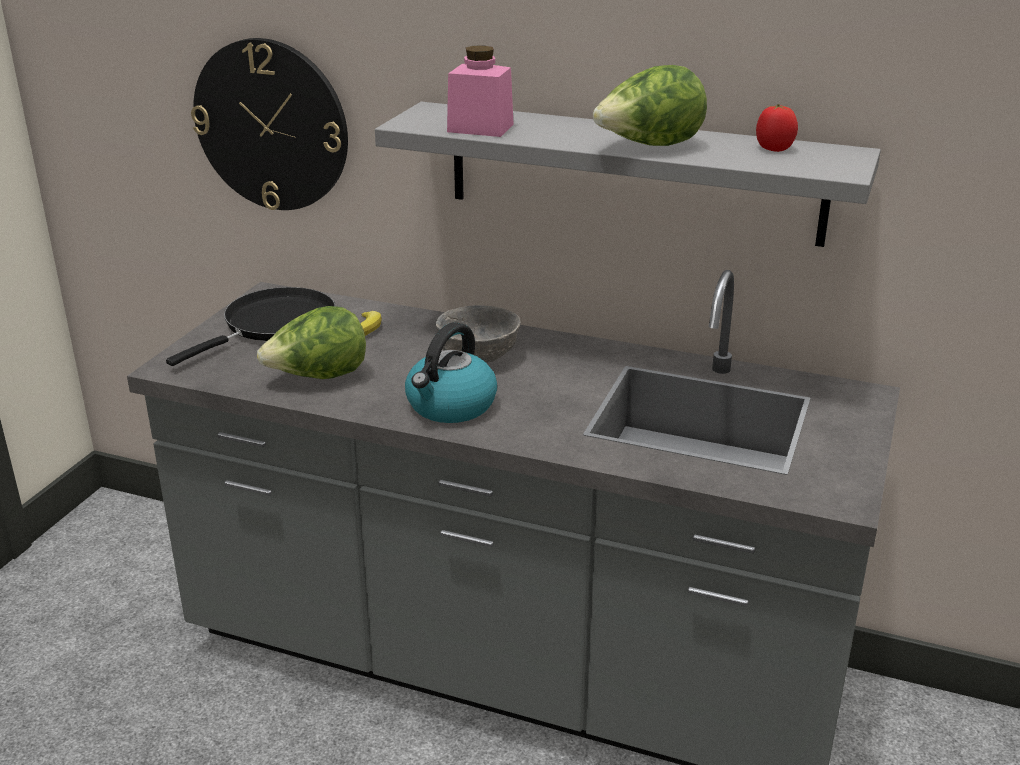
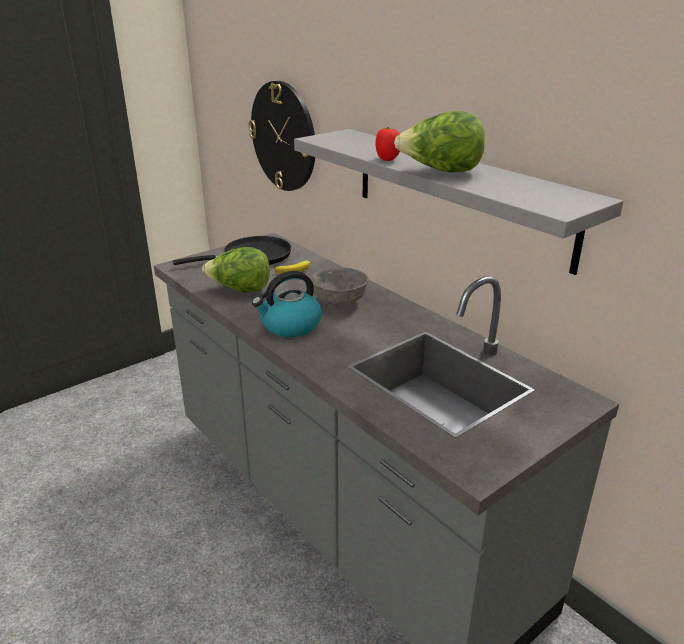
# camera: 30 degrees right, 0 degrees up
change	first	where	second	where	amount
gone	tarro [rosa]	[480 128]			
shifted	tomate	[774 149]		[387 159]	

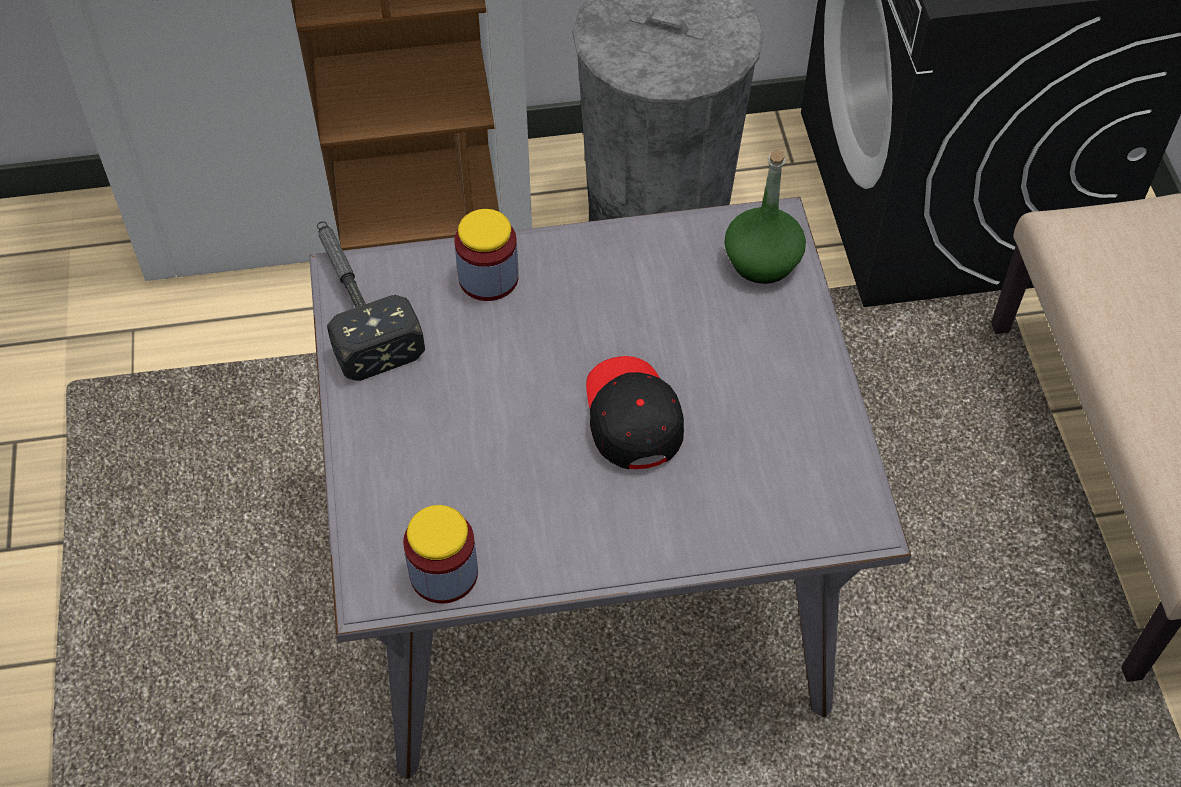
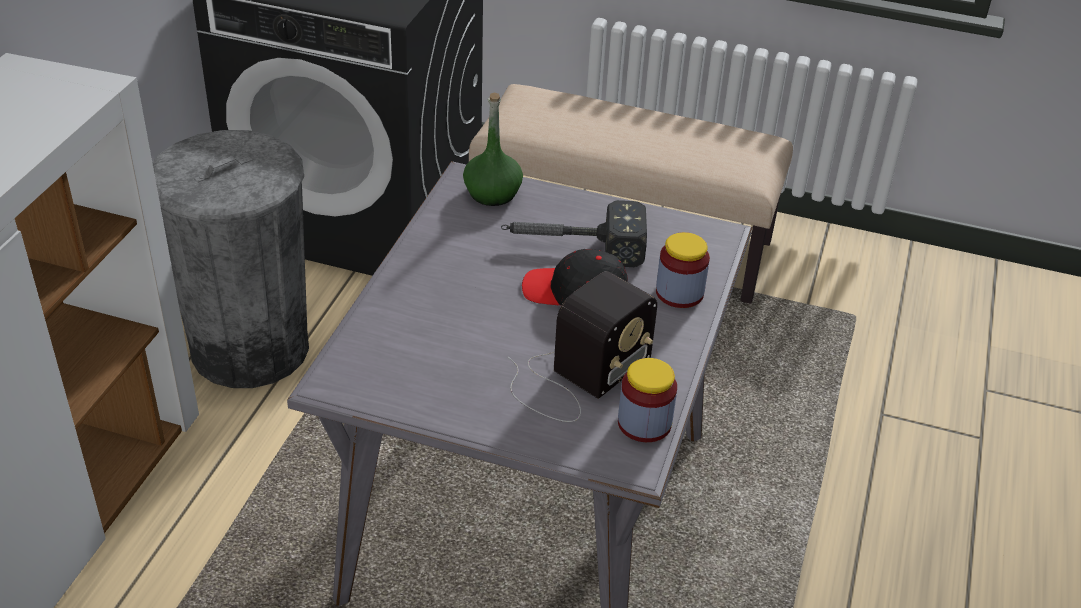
# camera: 65 degrees left, 15 degrees down
change	first	where	second	where	amount
new			radio	[576 376]	
shifted	martillo	[355 303]		[572 246]	
shifted	tarro	[488 278]		[679 293]	

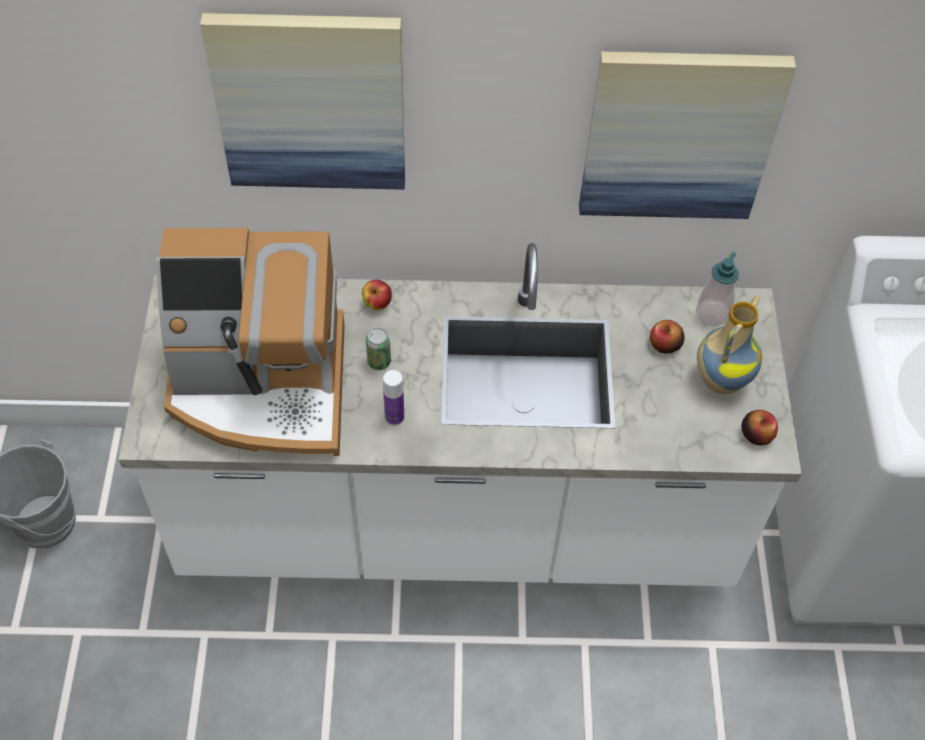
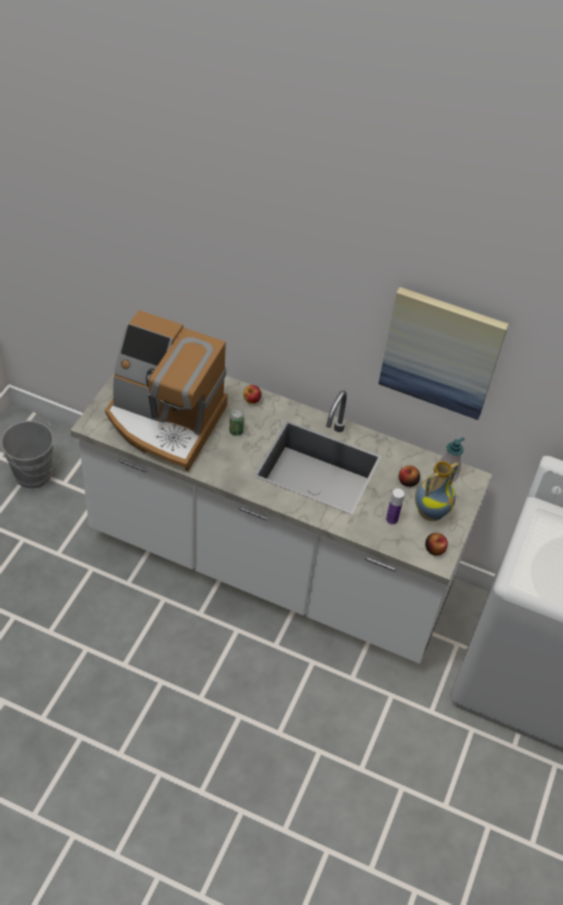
# camera: 20 degrees right, 5 degrees down
change	first	where	second	where	amount
gone	cuadro	[311 101]			
shifted	botella	[394 417]		[391 519]	

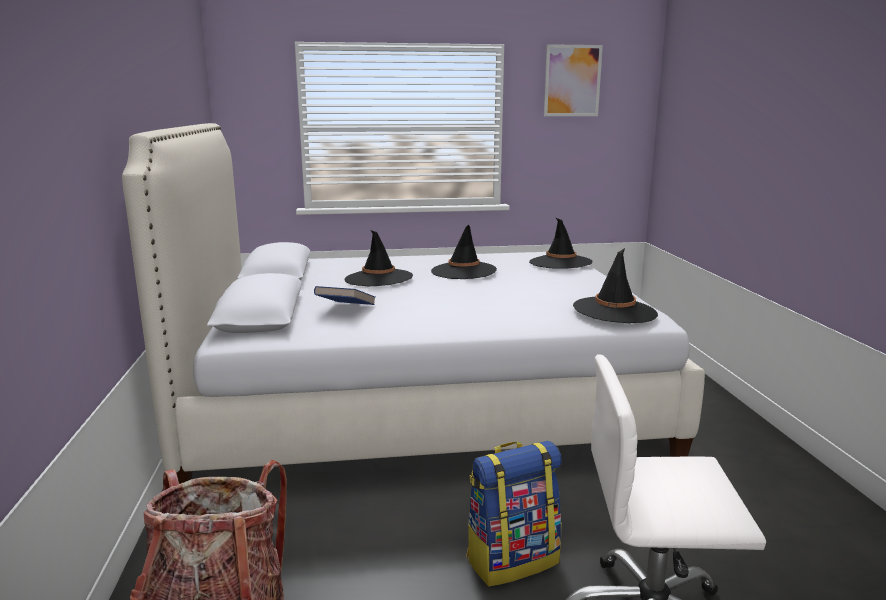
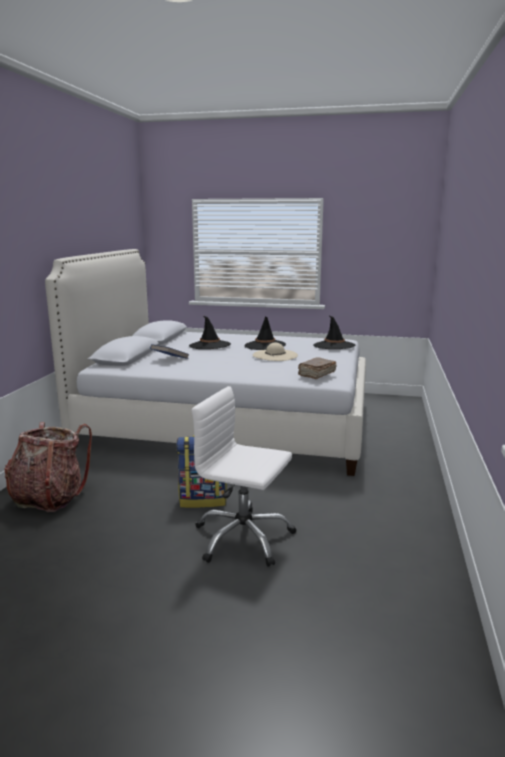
# camera: 20 degrees right, 0 degrees up
change	first	where	second	where	amount
gone	cuadro	[572 81]			
new			sombrero [beis]	[275 355]	
swapped	sombrero [negro]	[614 311]	libro [marrón]	[316 374]	

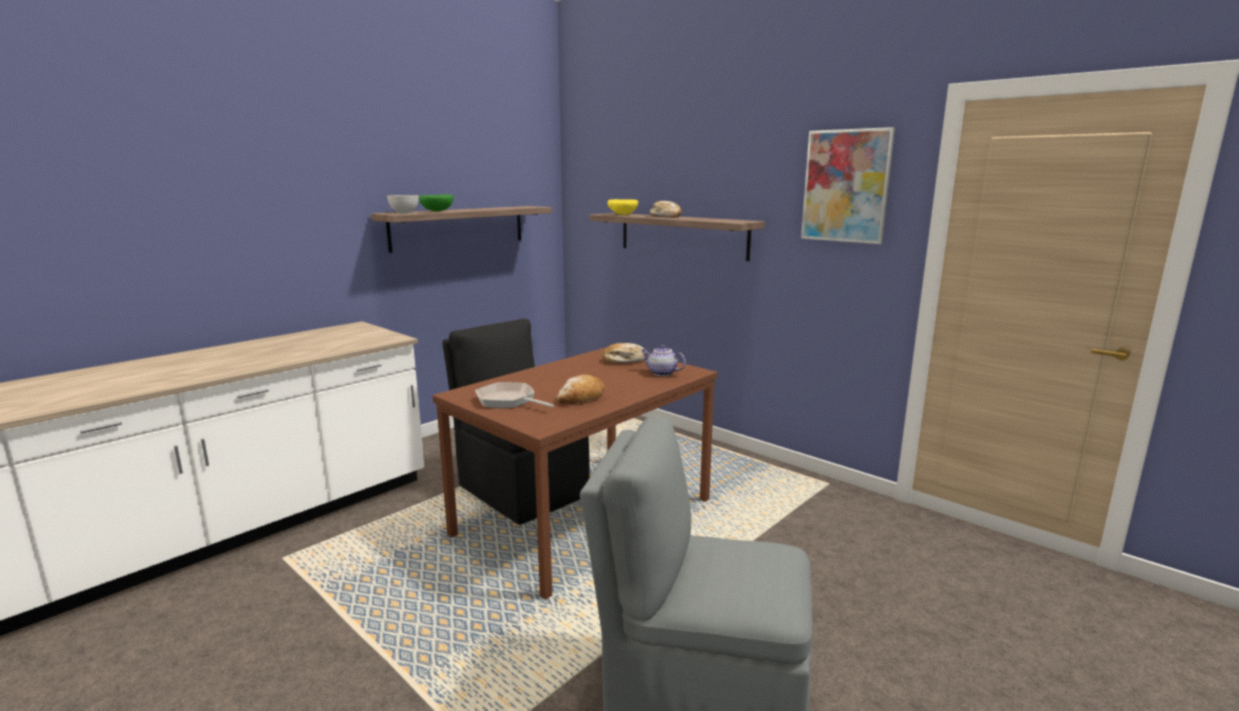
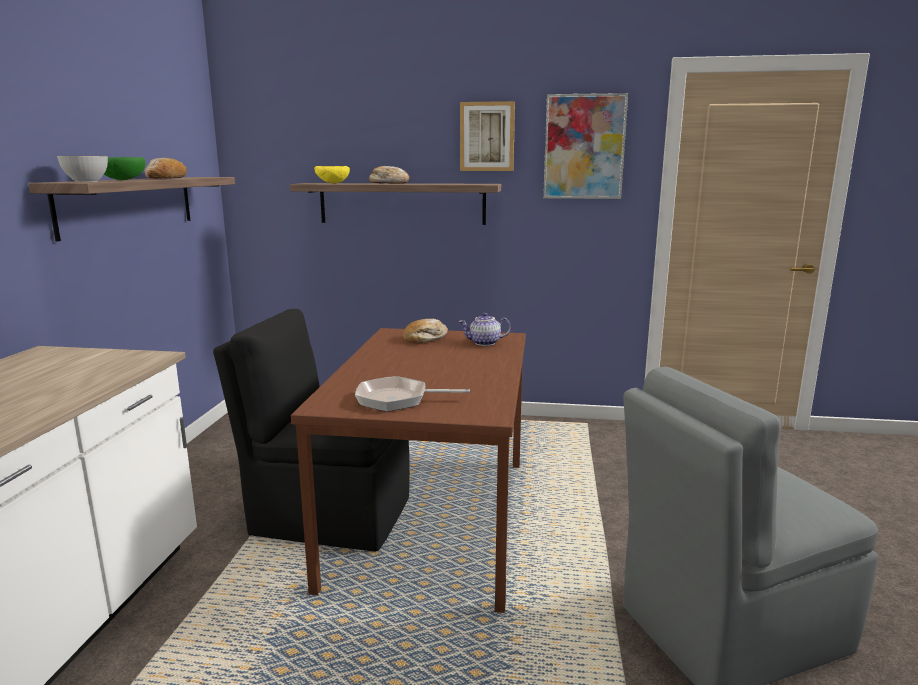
# camera: 35 degrees left, 0 degrees up
change	first	where	second	where	amount
new			cuadro	[487 137]	
shifted	pan	[581 398]		[166 178]	

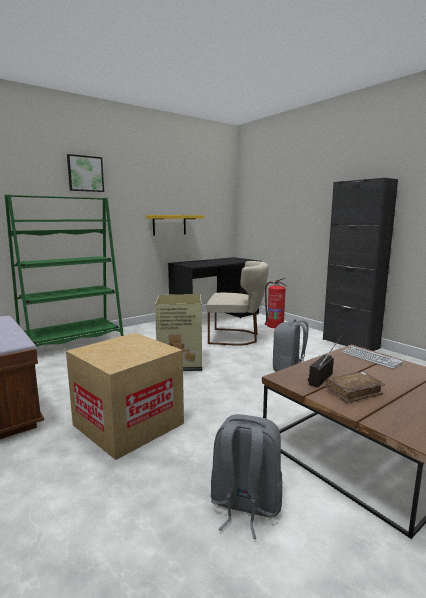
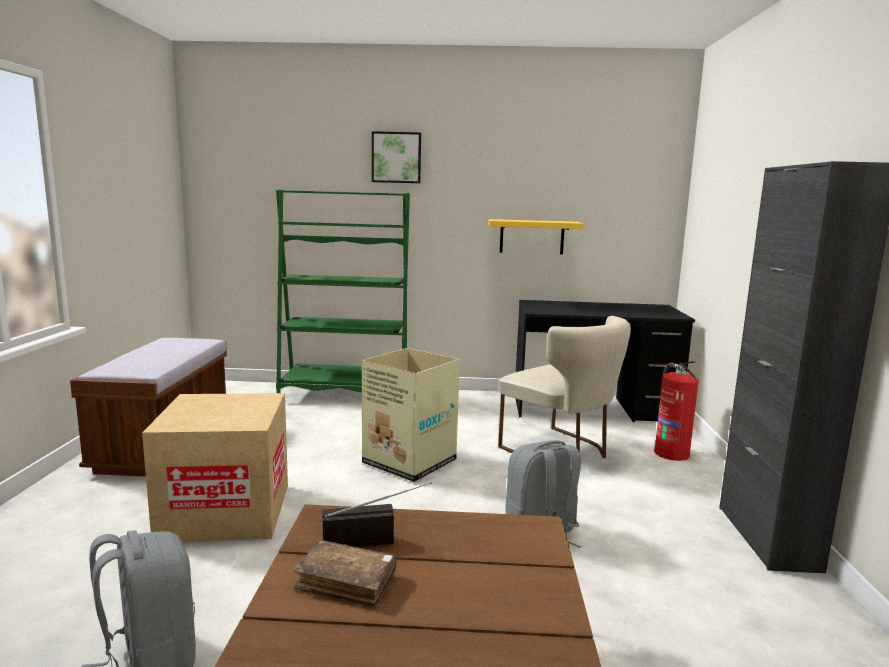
# camera: 40 degrees right, 0 degrees up
change	first	where	second	where	amount
gone	teclado	[370 358]			

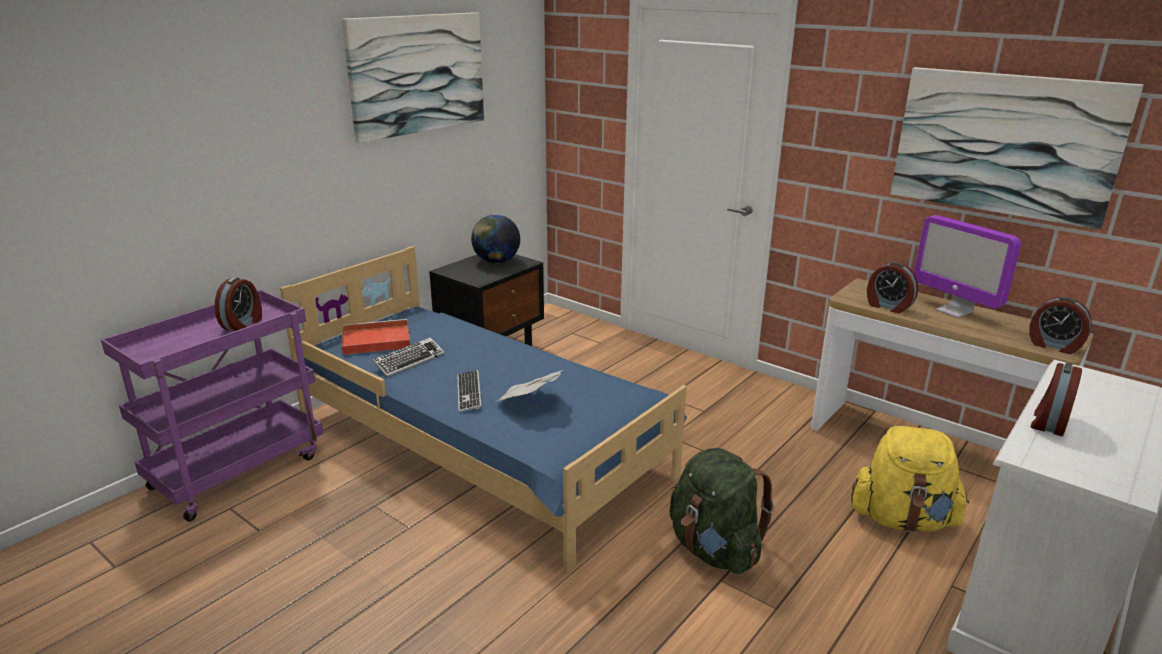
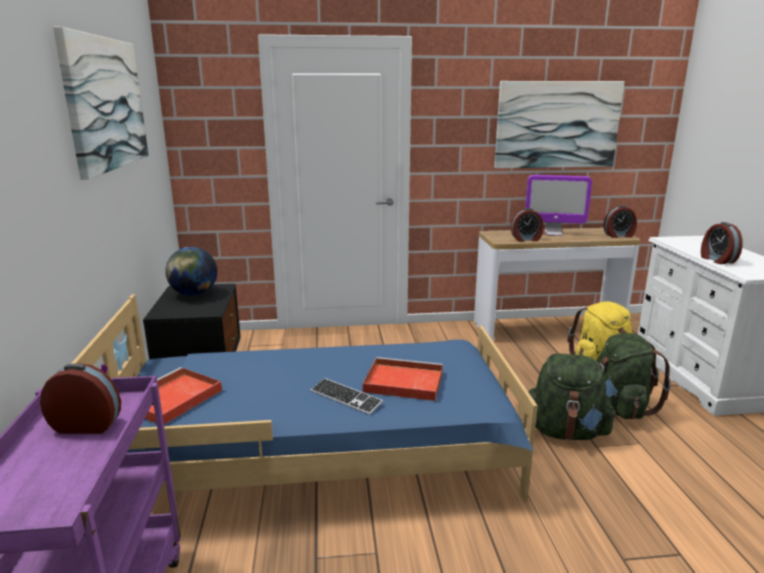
# camera: 45 degrees left, 5 degrees down
change	first	where	second	where	amount
gone	teclado	[409 361]			
new			mochila [verde]	[620 407]	
swapped	periódico	[529 401]	bandeja [rojo]	[402 382]	
rotated	despertador	[243 324]		[87 425]	60 degrees counterclockwise

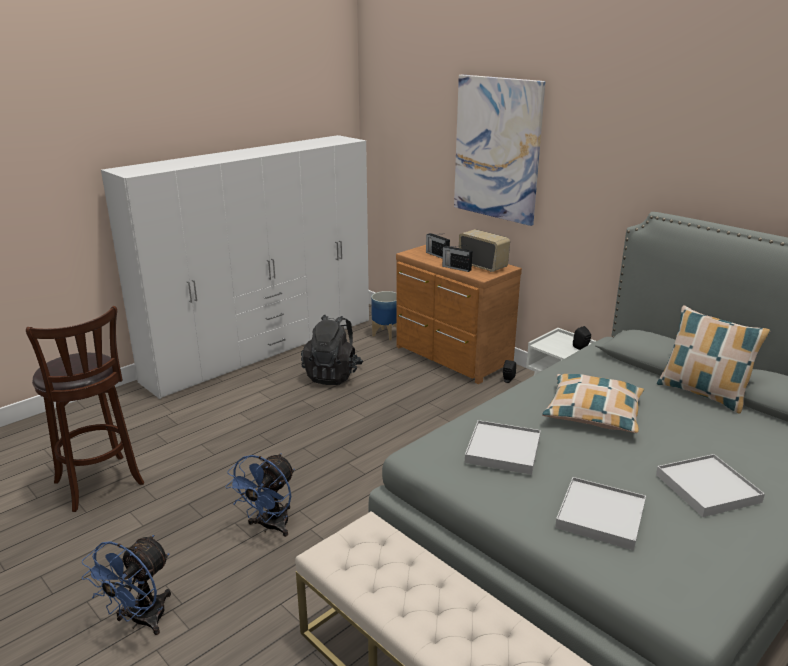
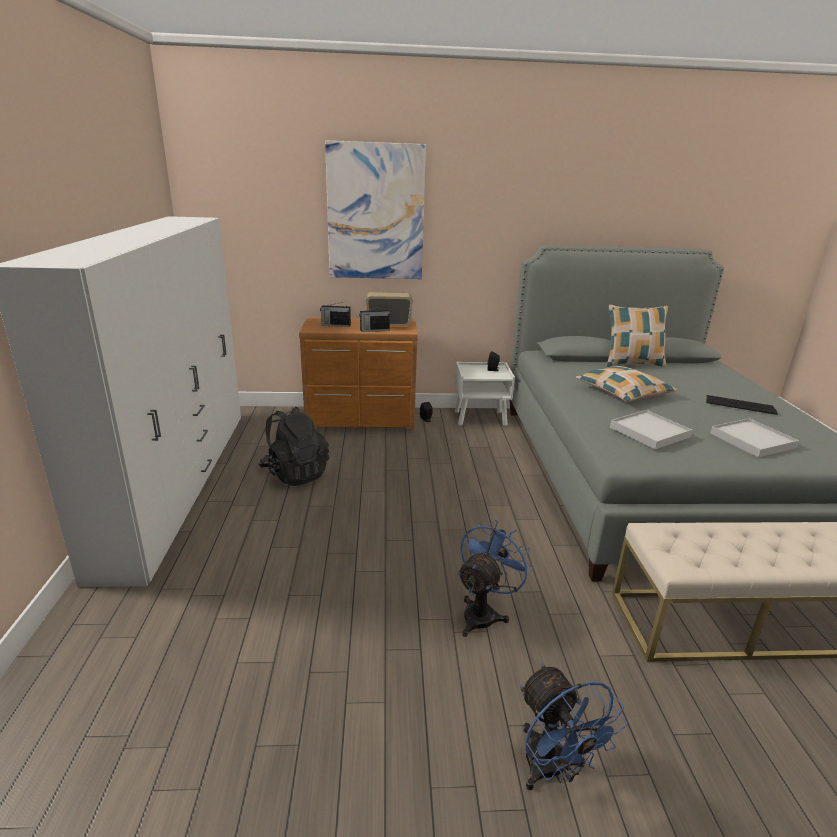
# camera: 50 degrees left, 0 degrees up
change	first	where	second	where	amount
gone	taburete [marrón]	[101 485]			
gone	maceta	[385 334]			
swapped	bandeja [blanco]	[707 488]	teclado	[739 405]	
rotated	ventilador [azul]	[269 527]		[484 613]	120 degrees counterclockwise

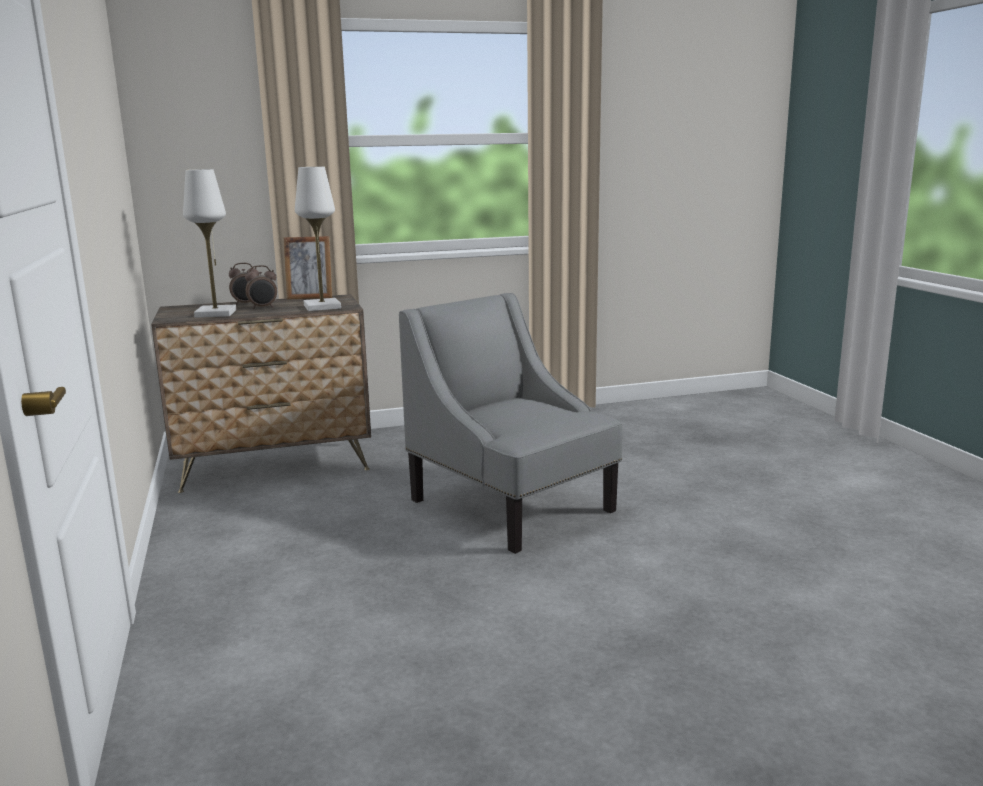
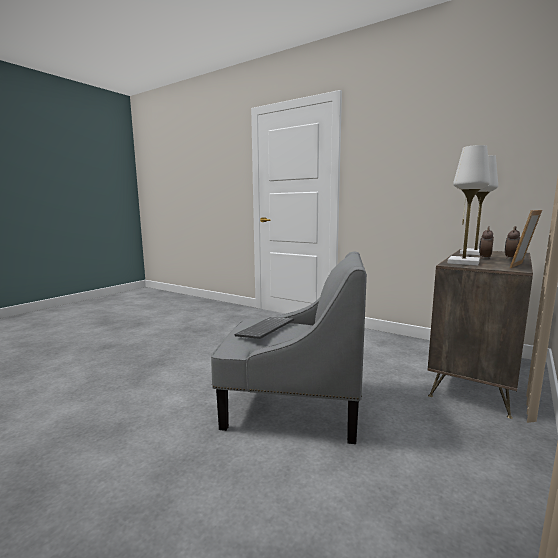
# camera: 140 degrees right, 5 degrees down
change	first	where	second	where	amount
new			teclado	[266 329]	

